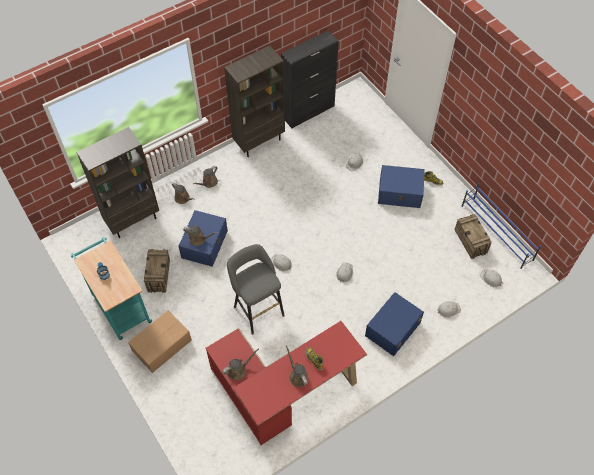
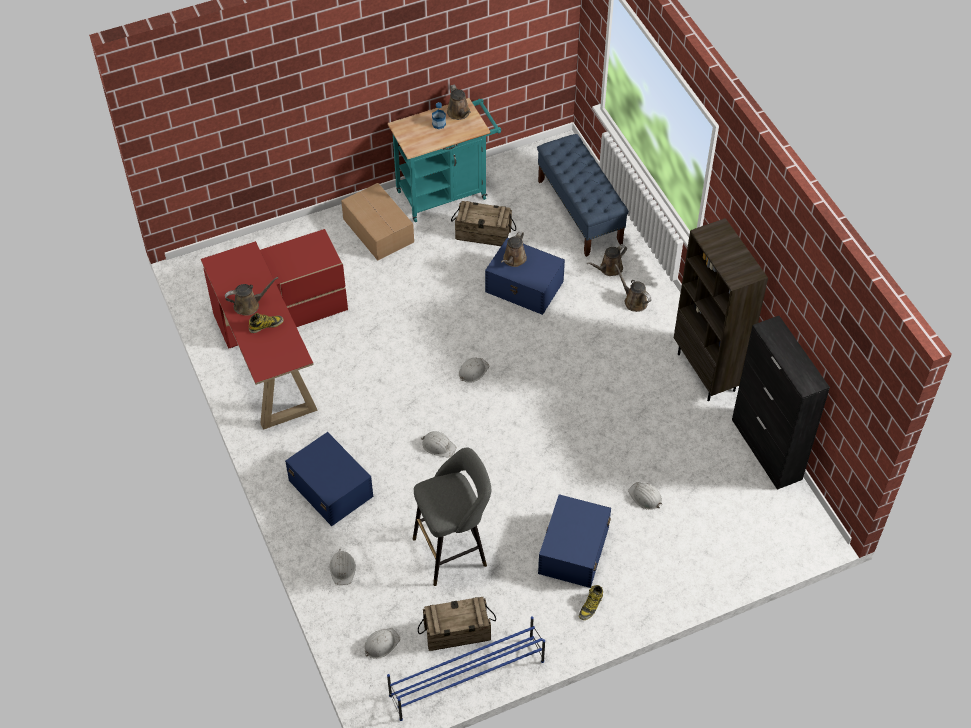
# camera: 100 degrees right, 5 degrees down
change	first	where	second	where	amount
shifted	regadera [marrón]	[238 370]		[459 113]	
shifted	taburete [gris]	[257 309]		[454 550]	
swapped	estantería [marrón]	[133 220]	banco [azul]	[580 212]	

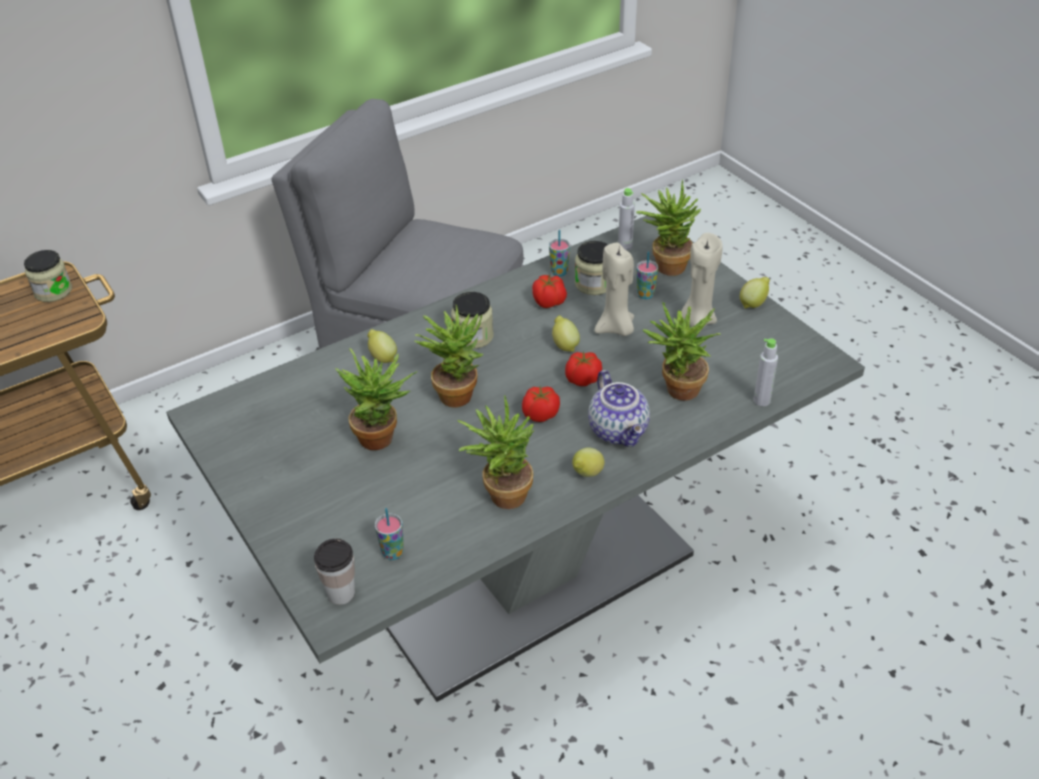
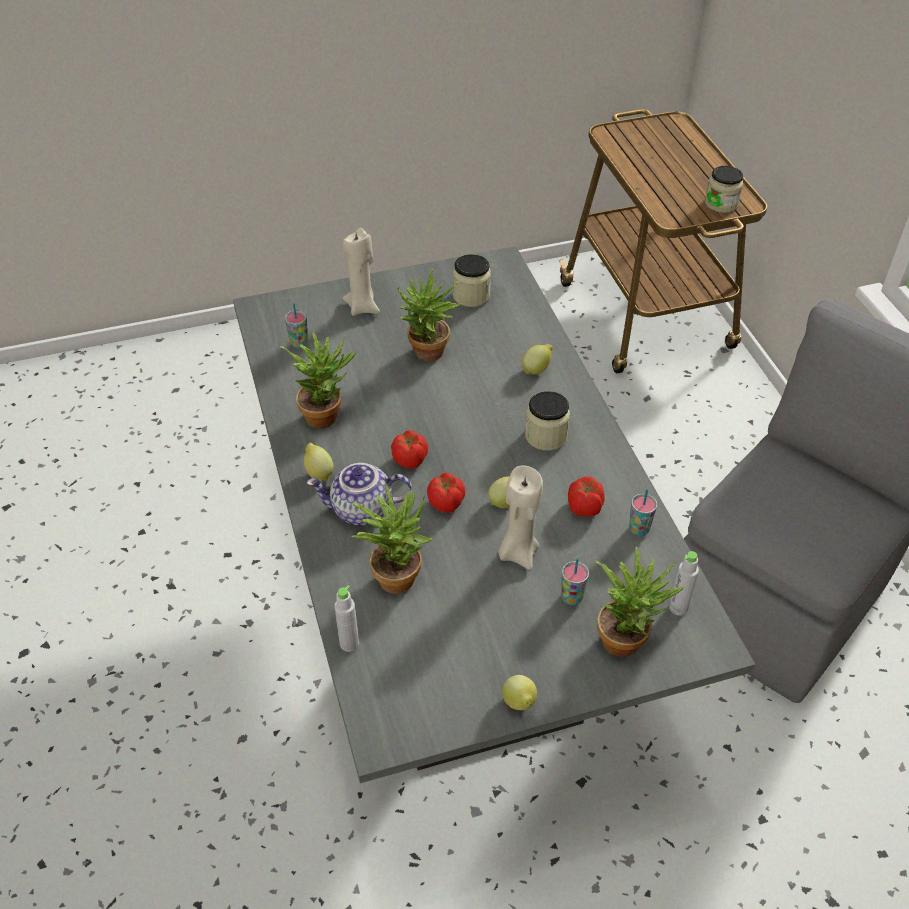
# camera: 105 degrees right, 5 degrees up
change	first	where	second	where	amount
gone	taza	[341 593]			
gone	planta en maceta	[457 391]			
shifted	tarro	[594 284]		[471 296]	
shifted	vela [beis]	[697 320]		[362 307]	

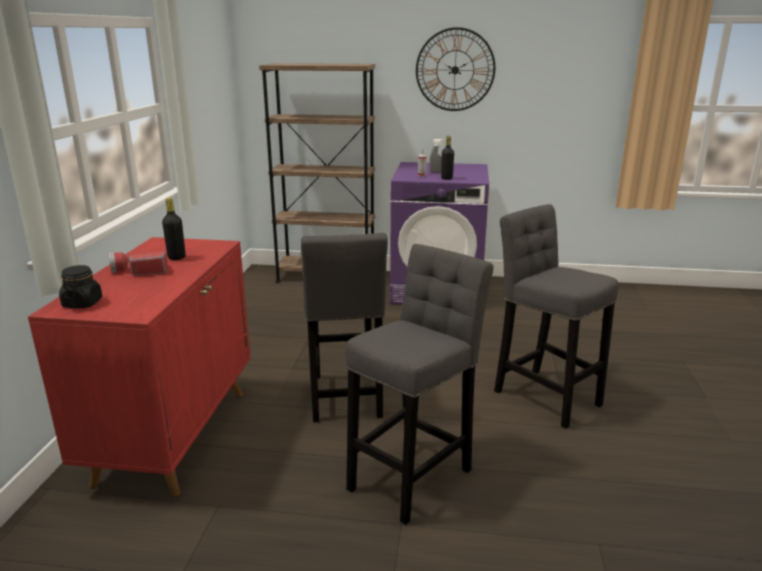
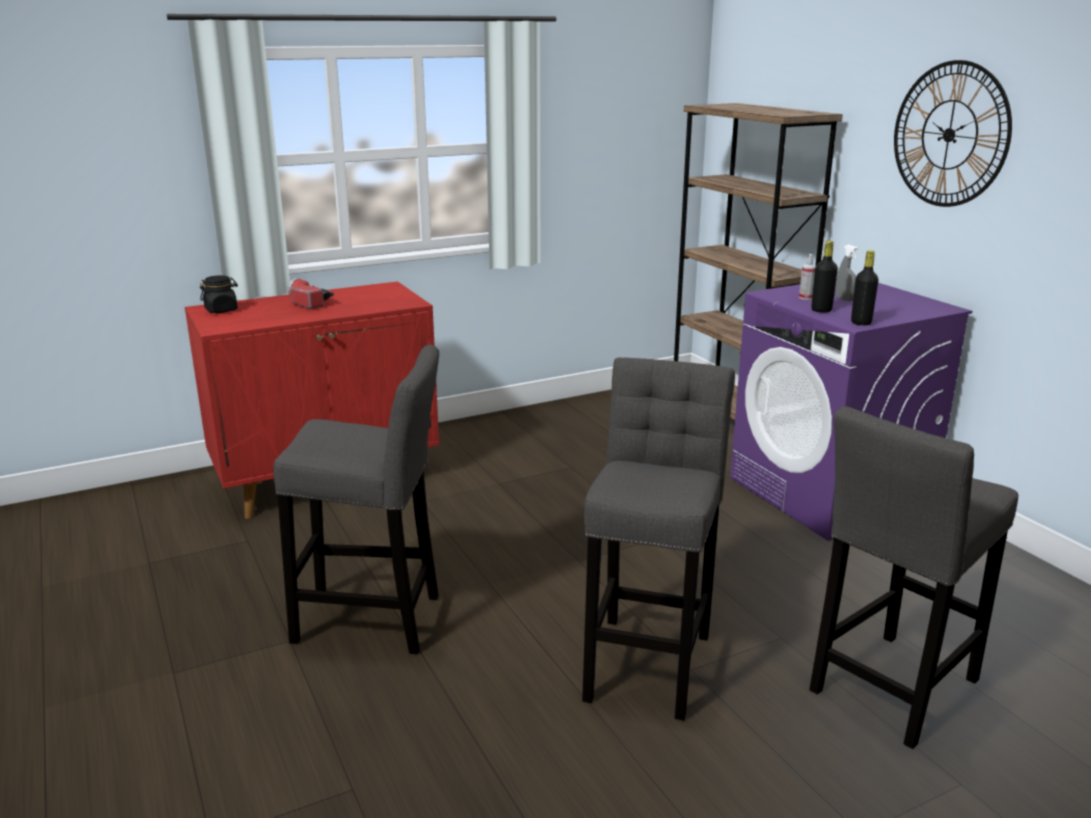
# camera: 55 degrees right, 0 degrees up
change	first	where	second	where	amount
shifted	botella [negro]	[176 257]		[861 323]	
shifted	taburete [gris]	[345 399]		[890 690]	

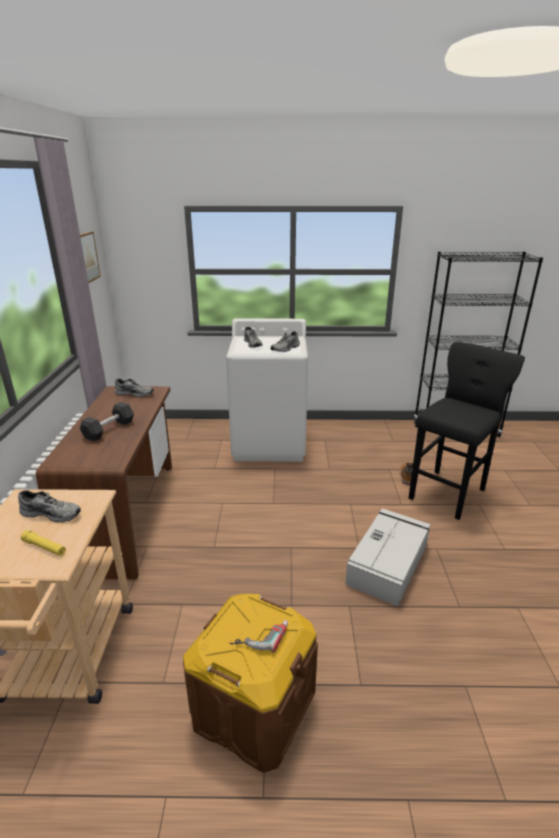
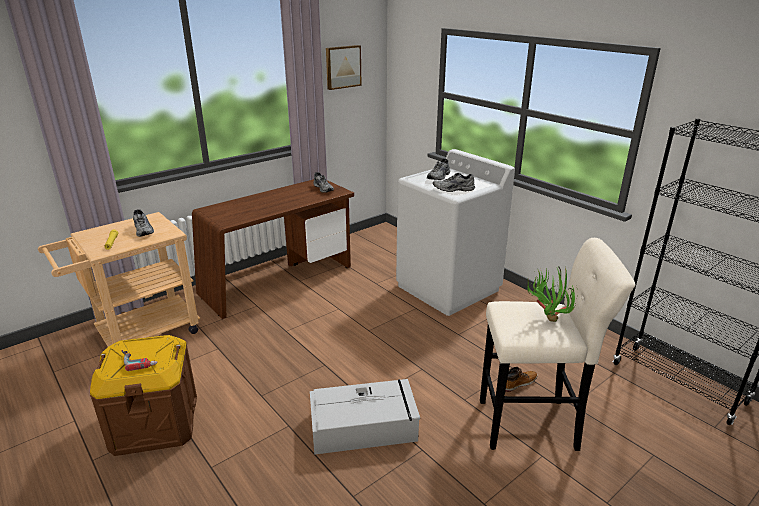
# camera: 50 degrees right, 0 degrees up
change	first	where	second	where	amount
gone	mancuerna [negro]	[109 429]			
new			planta en maceta	[546 318]	
repainted	taburete [negro]	[448 492]	taburete [beis]	[533 424]	

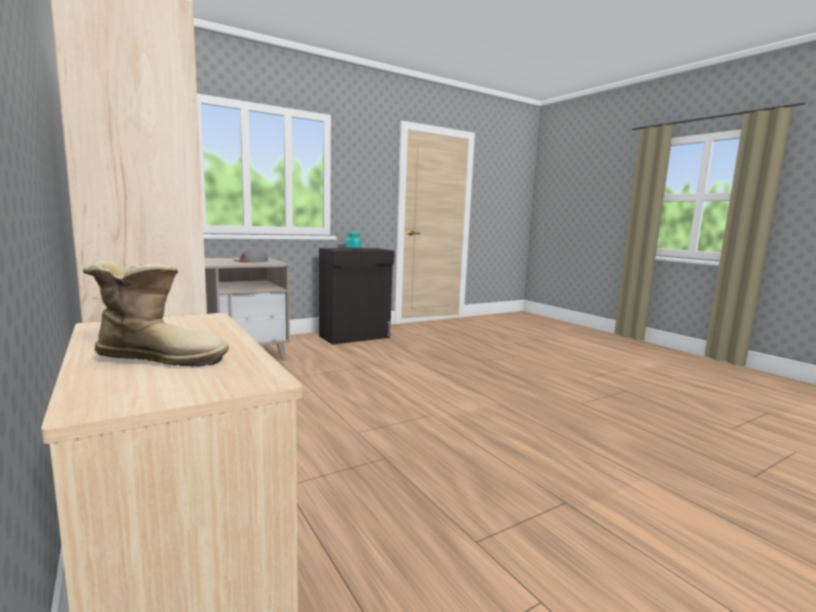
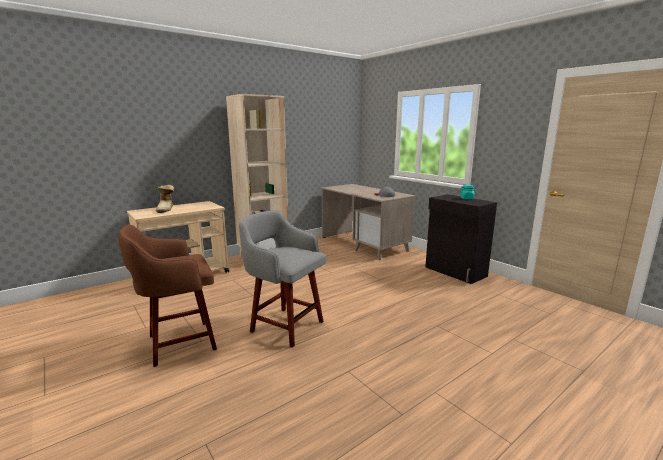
# camera: 85 degrees right, 5 degrees up
change	first	where	second	where	amount
new			taburete [marrón]	[179 343]	
new			taburete [gris]	[285 326]	

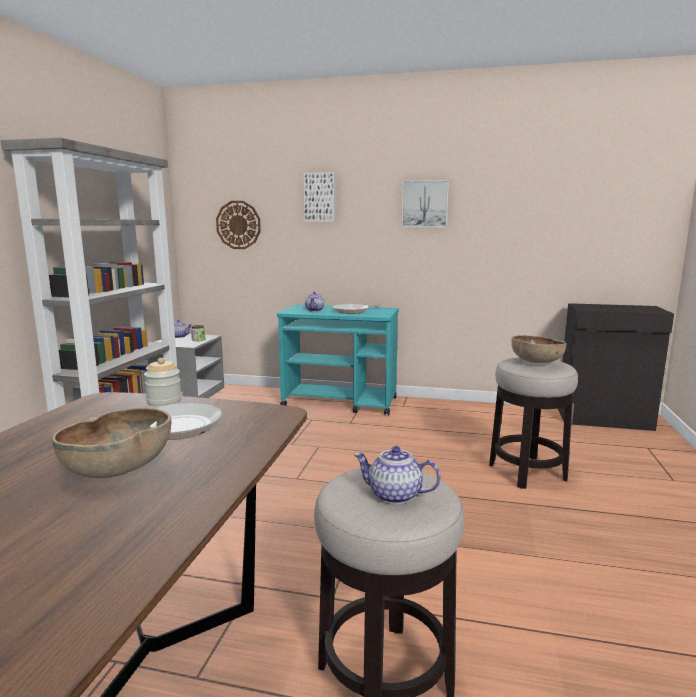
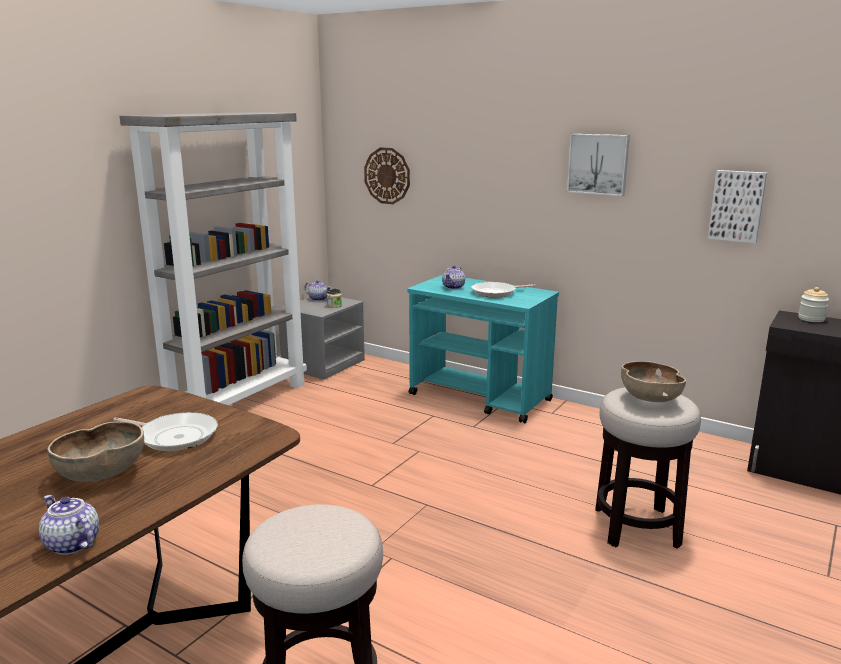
# camera: 20 degrees right, 5 degrees up
change	first	where	second	where	amount
shifted	tarro	[164 401]		[811 319]	
shifted	cuadro	[320 197]		[737 206]	
shifted	tetera	[394 495]		[71 544]	

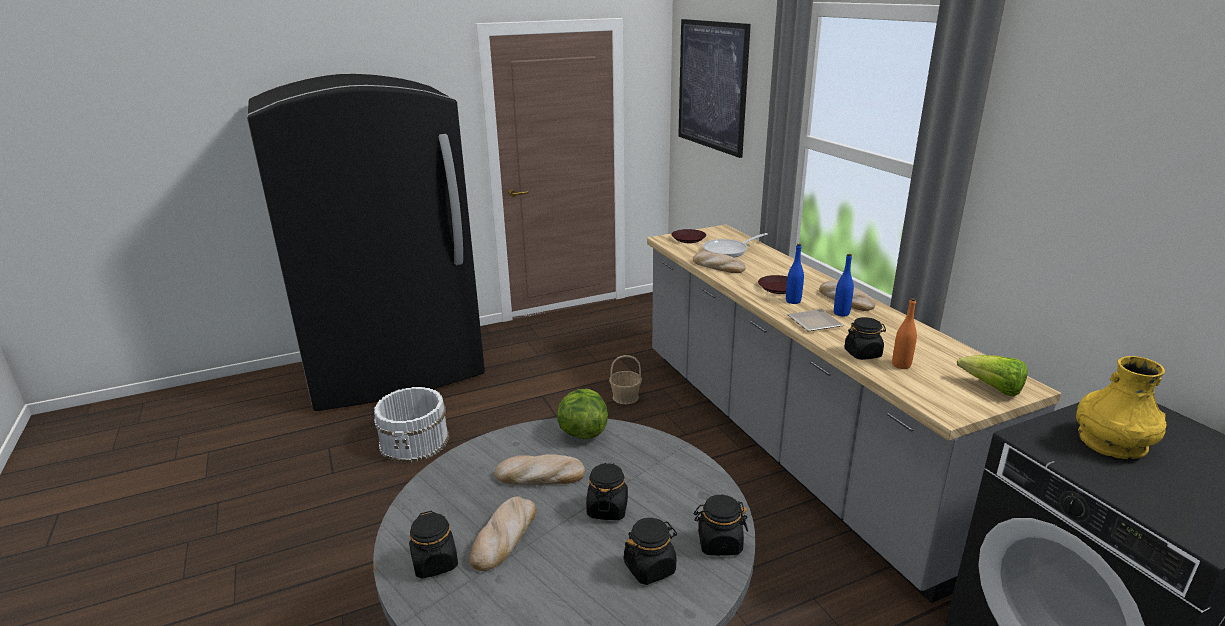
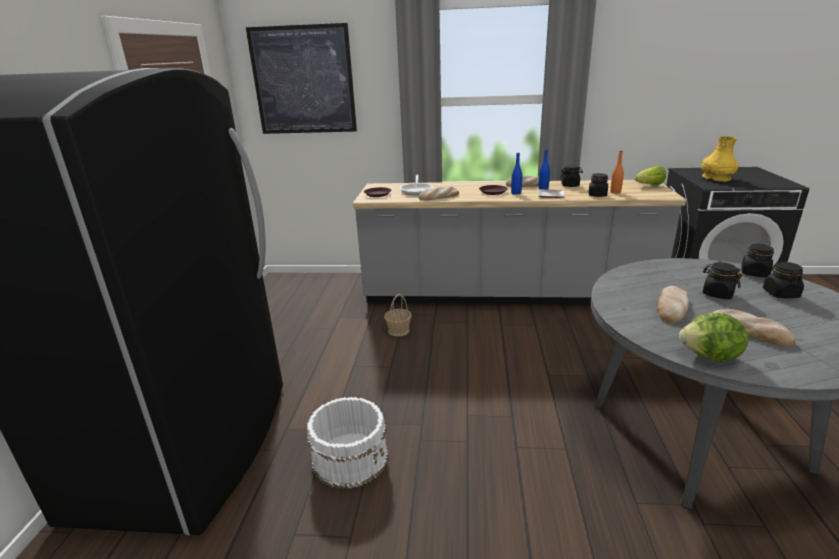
# camera: 60 degrees left, 0 degrees up
change	first	where	second	where	amount
shifted	tarro [negro]	[435 563]		[570 185]	
shifted	lechuga	[582 432]		[710 357]	

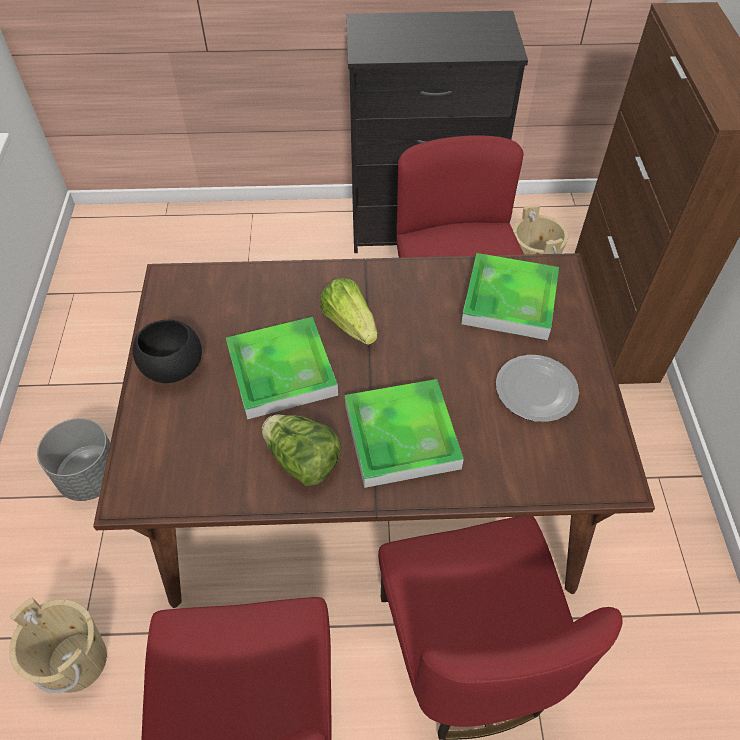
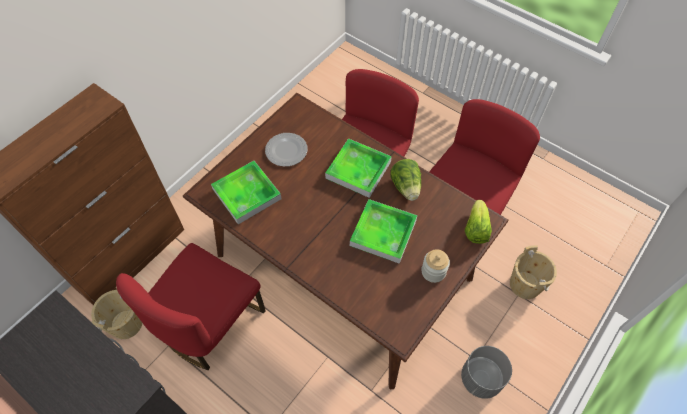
# camera: 140 degrees left, 5 degrees up
change	first	where	second	where	amount
shifted	lechuga	[350 323]		[476 229]	
swapped	cuenco [negro]	[173 368]	tarro	[433 271]	

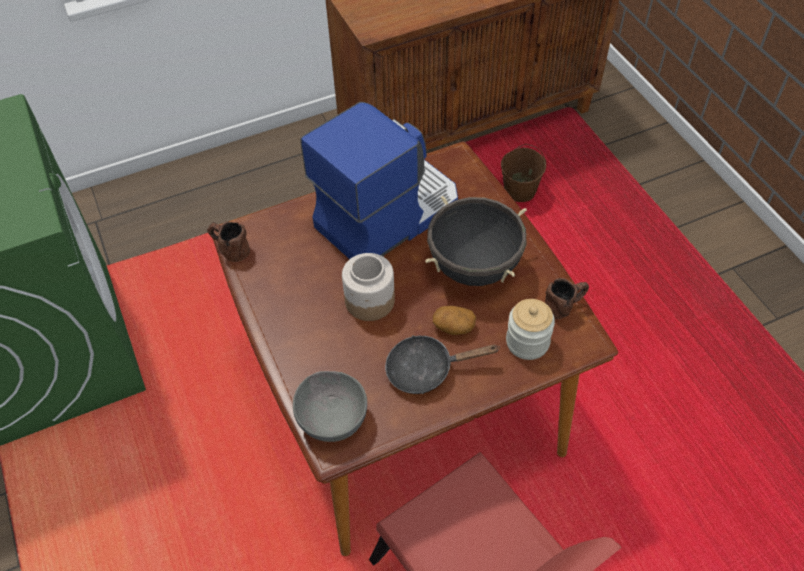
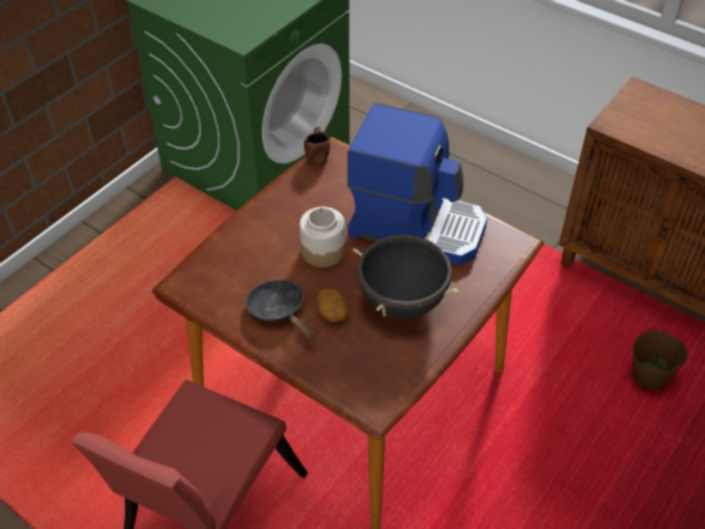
# camera: 60 degrees right, 5 degrees down
change	first	where	second	where	amount
gone	cuenco [gris]	[332 417]			
gone	tarro	[527 342]			
gone	taza grande [marrón]	[565 306]			

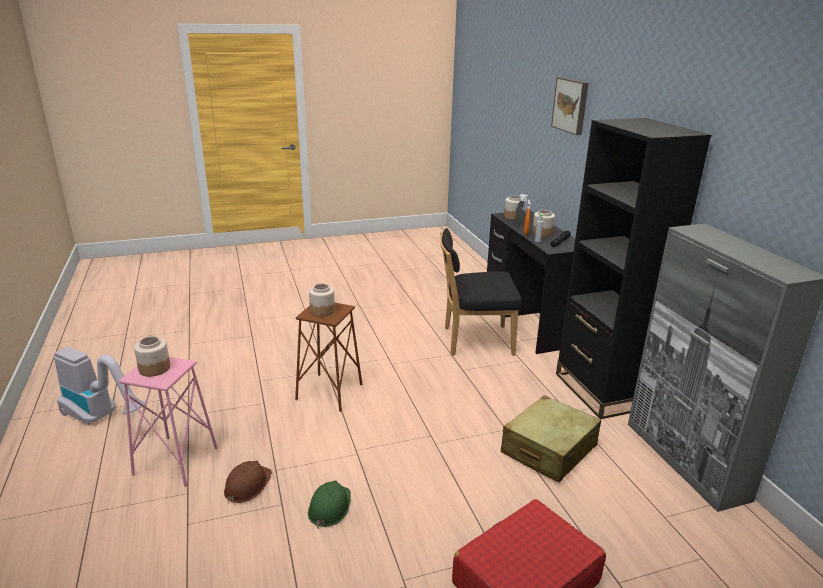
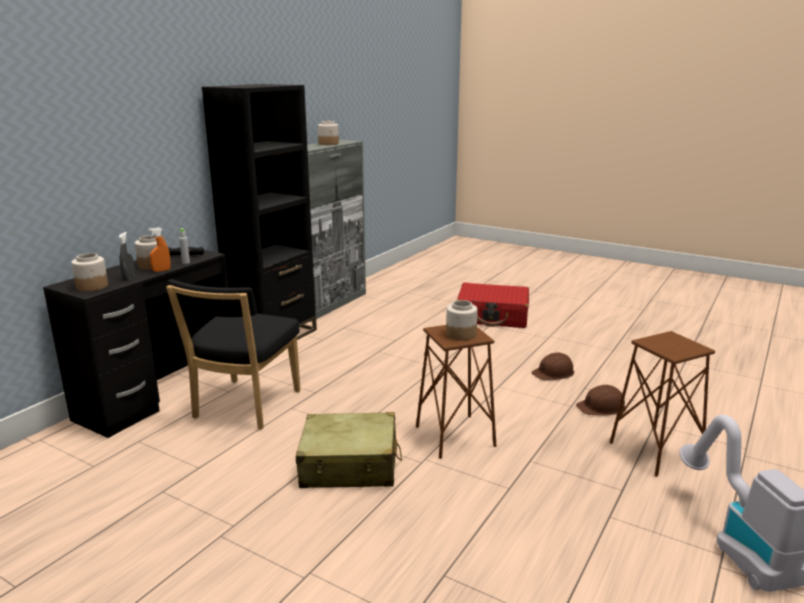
# camera: 130 degrees left, 5 degrees down
change	first	where	second	where	amount
gone	cuadro	[571 105]			
shifted	tarro	[154 368]		[329 144]	
shifted	maleta [beis]	[548 450]		[350 465]	
repainted	taburete [rosa]	[176 461]	taburete [marrón]	[655 451]	
repainted	casco [verde]	[329 507]	casco [marrón]	[554 373]	
rotated	silla [negro]	[474 341]		[244 407]	60 degrees clockwise

